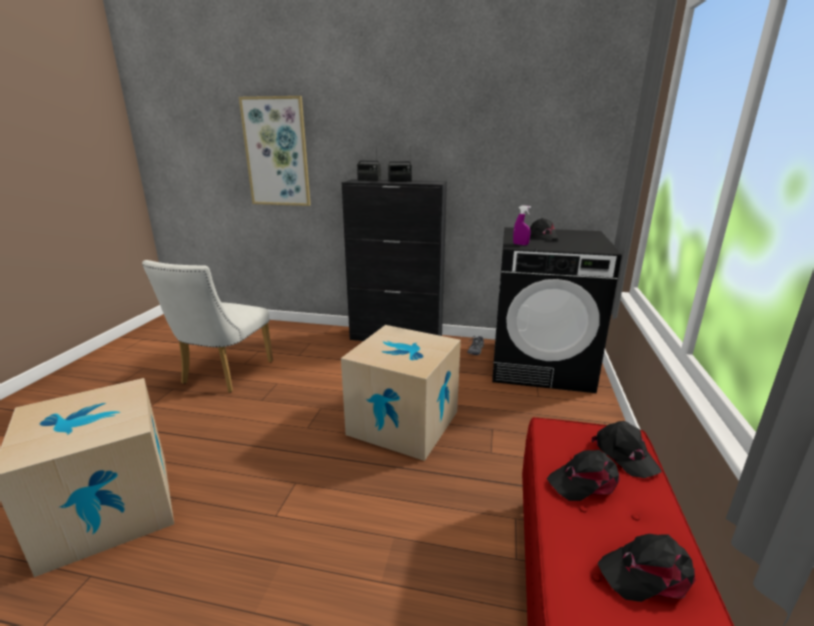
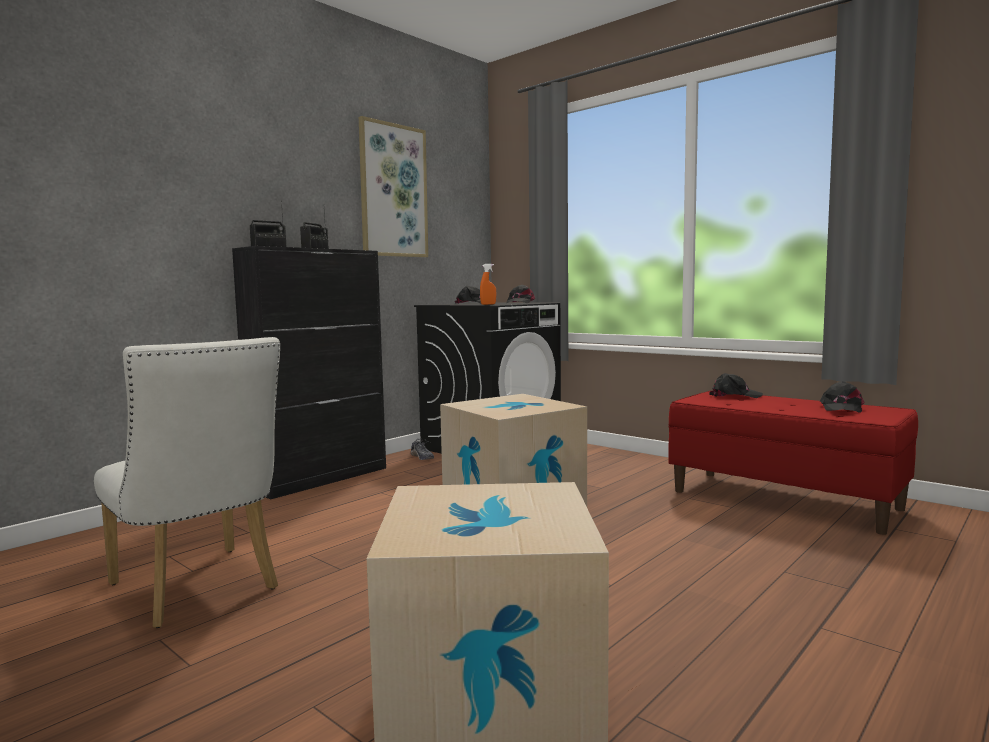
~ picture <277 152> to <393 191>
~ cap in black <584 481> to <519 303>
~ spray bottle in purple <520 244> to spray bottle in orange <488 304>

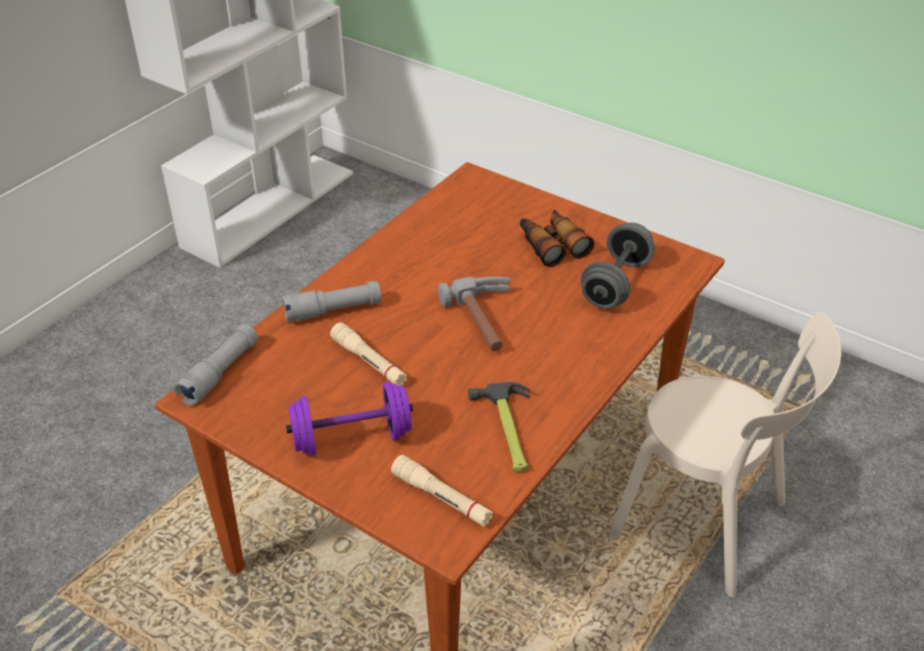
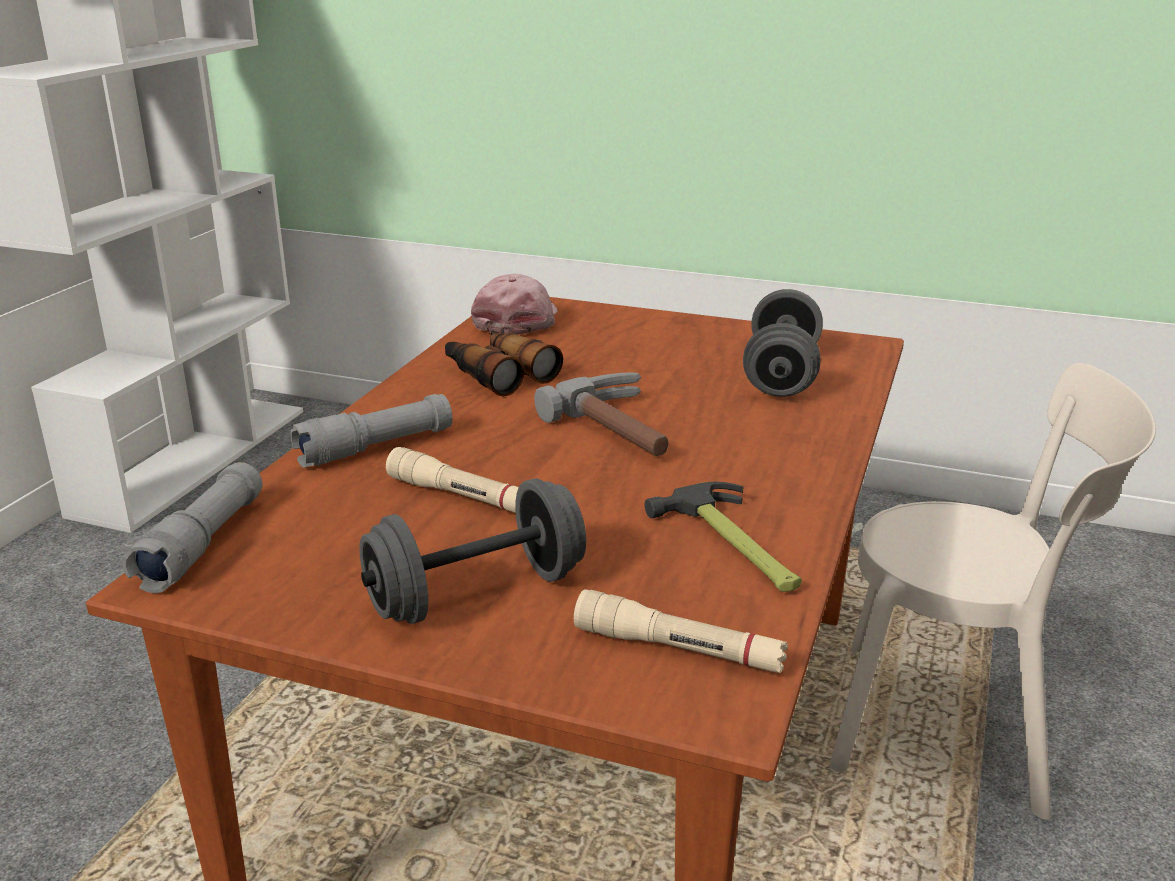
+ cap in pink <517 320>
~ binoculars <552 245> to <498 374>
~ dumbbell in purple <352 438> to dumbbell in grey <476 593>

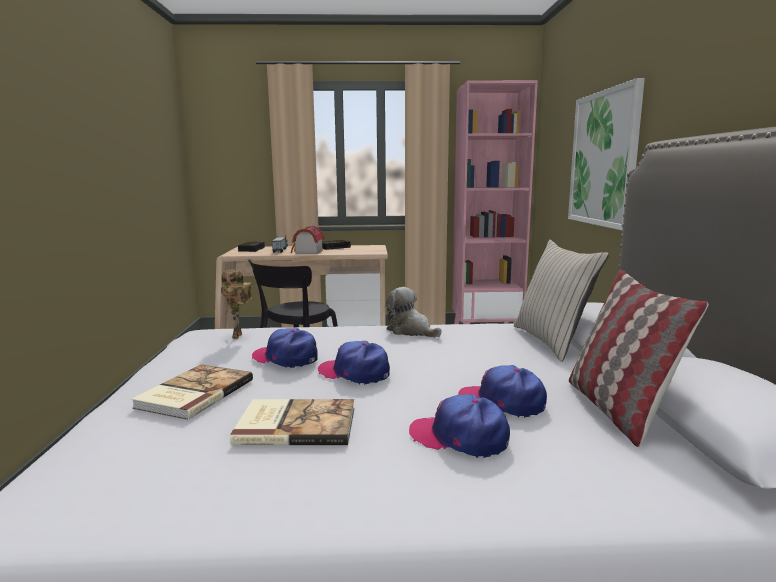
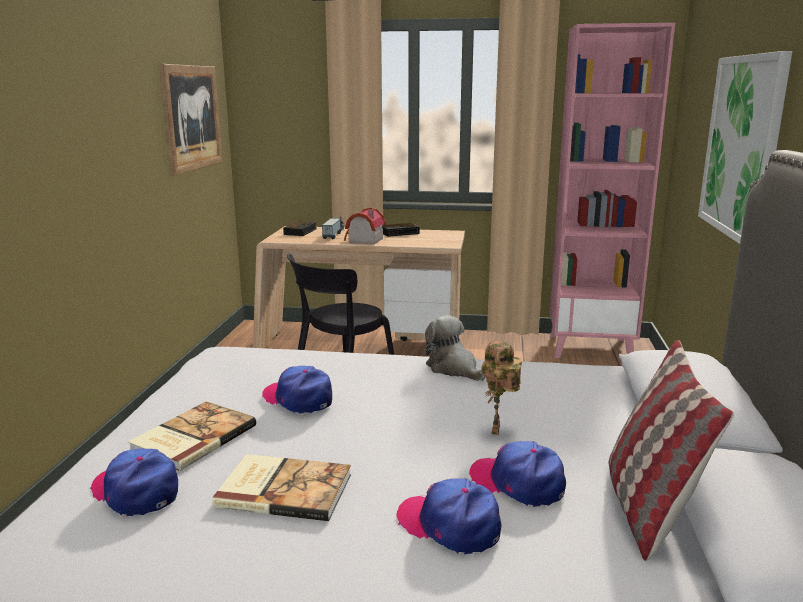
- pillow in beige <552 342>
+ picture <191 118>
~ toy robot <238 336> to <498 430>
~ cap <355 372> to <136 491>

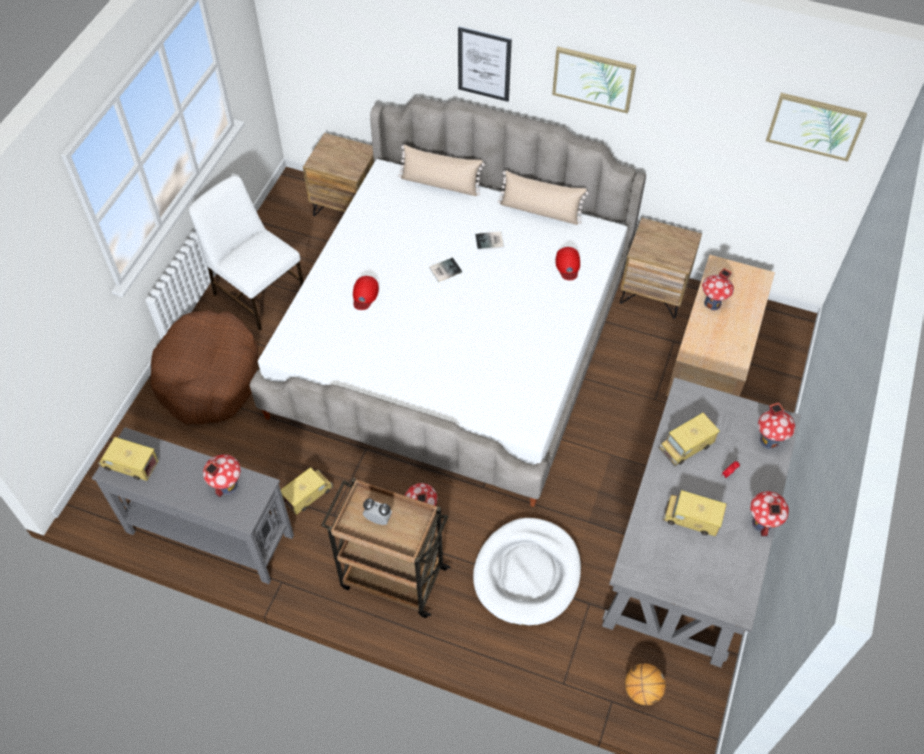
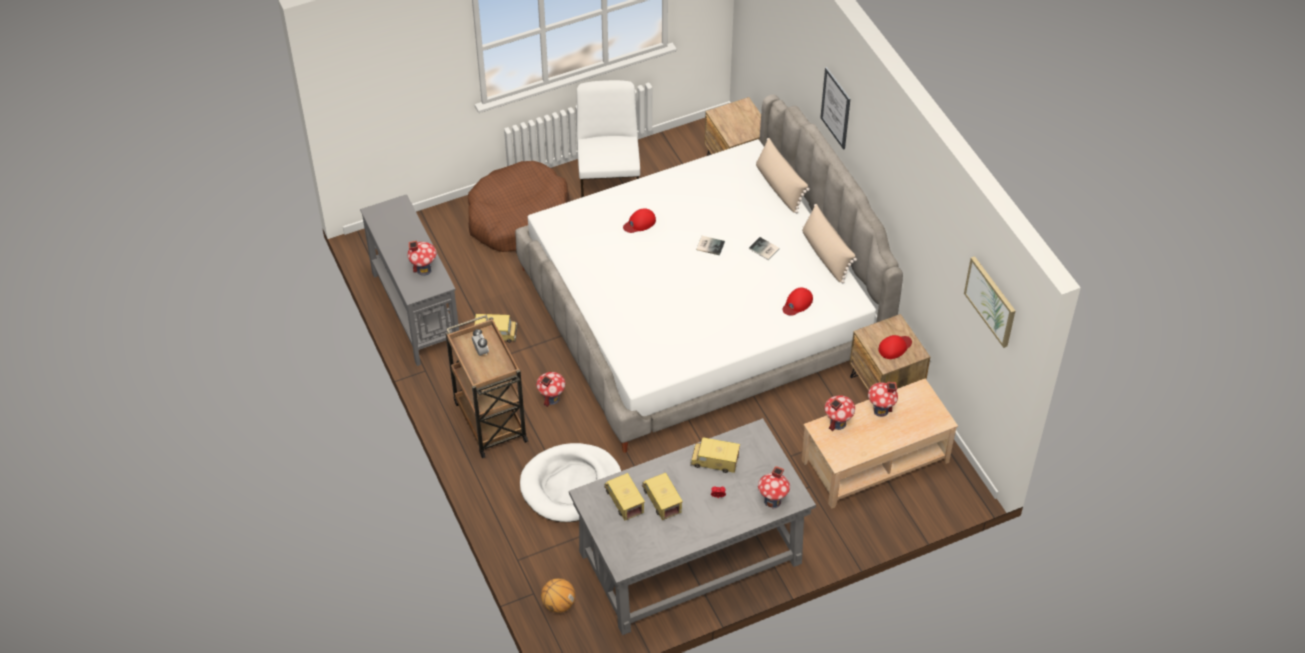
- picture <593 79>
+ cap in red <894 347>
~ toy truck <130 465> to <624 500>
~ toy house <762 523> to <838 423>

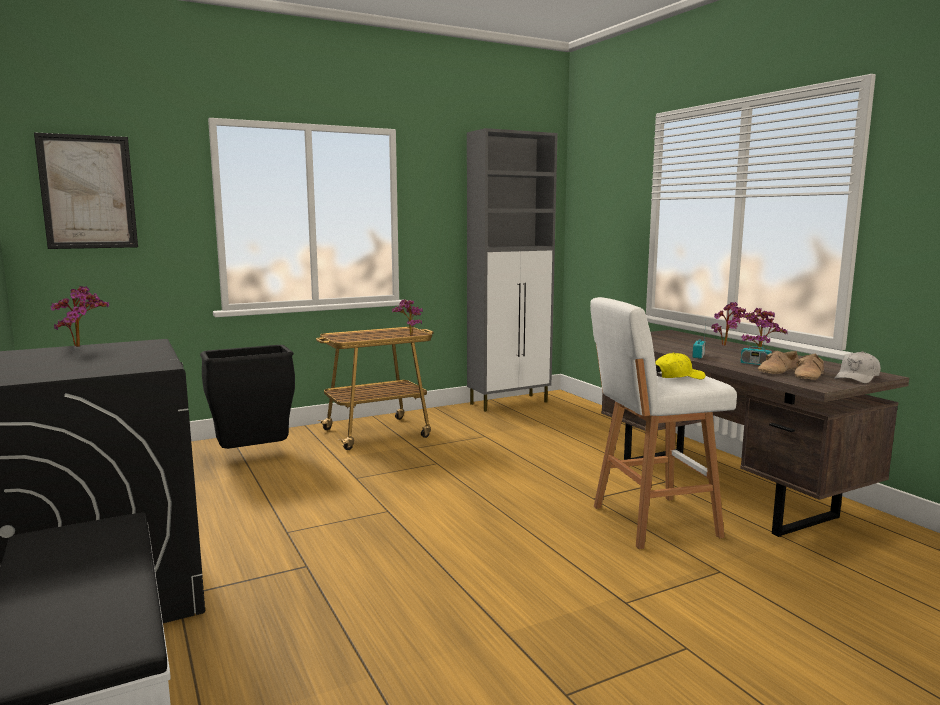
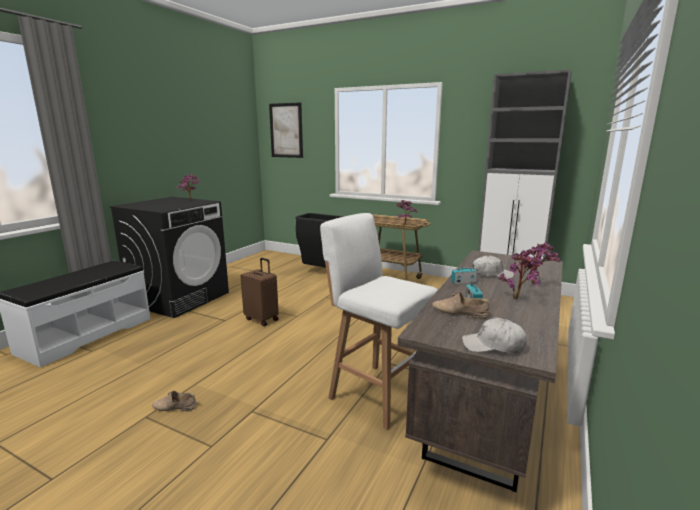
- cap in yellow <678 376>
+ suitcase in brown <262 319>
+ cap in white <491 274>
~ shoe in beige <810 376> to <174 407>

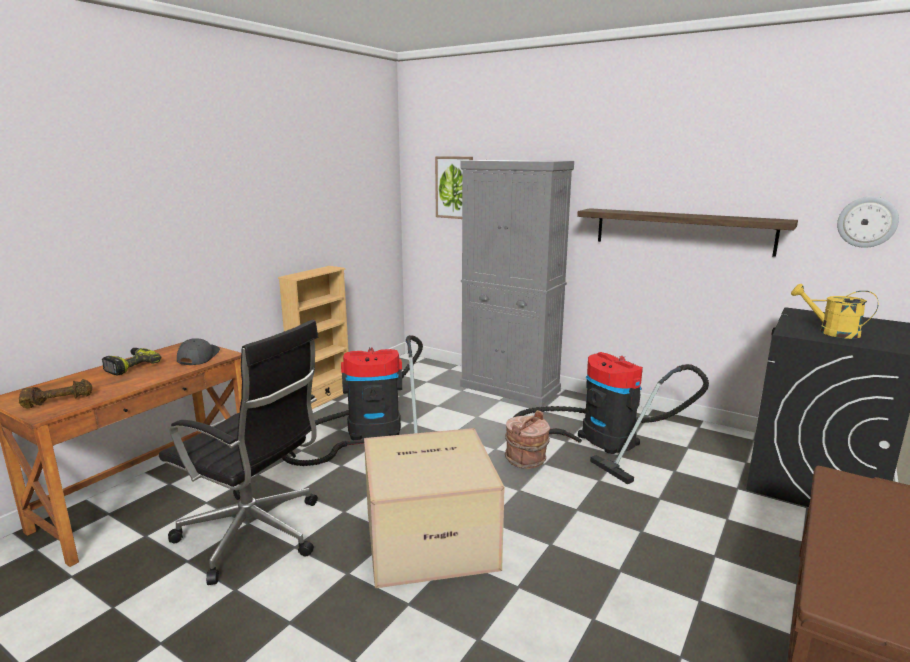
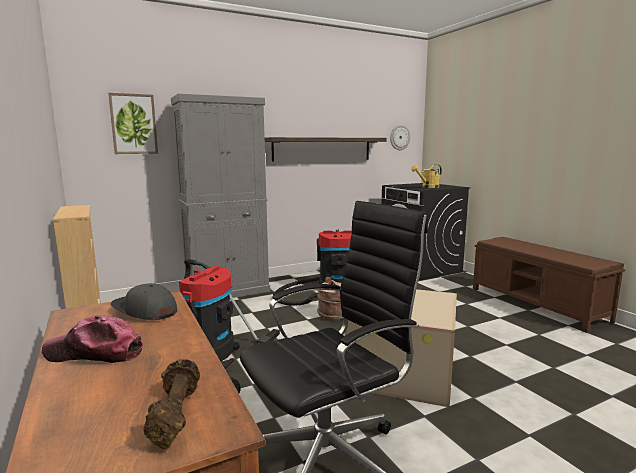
~ power drill <130 366> to cap <95 353>

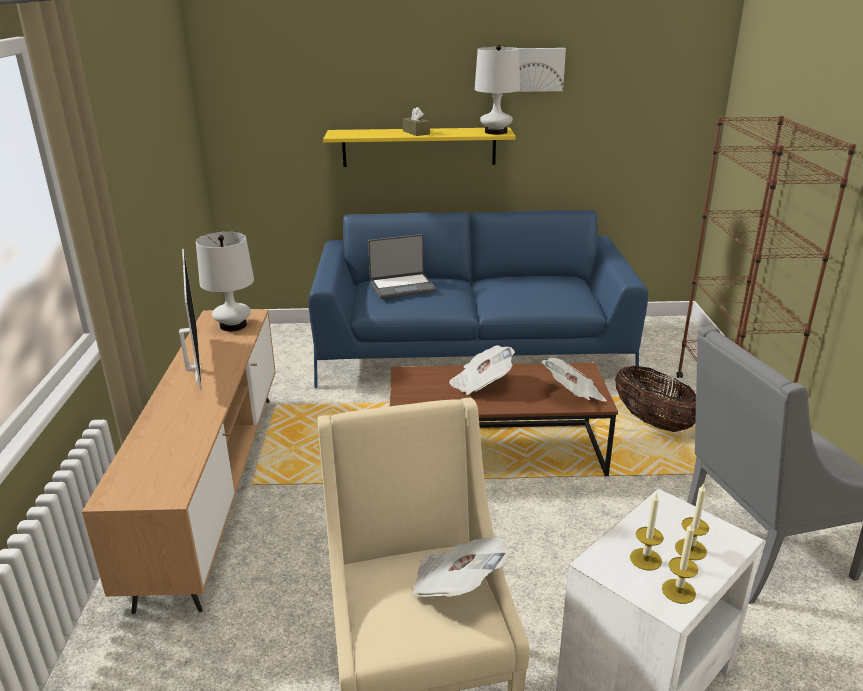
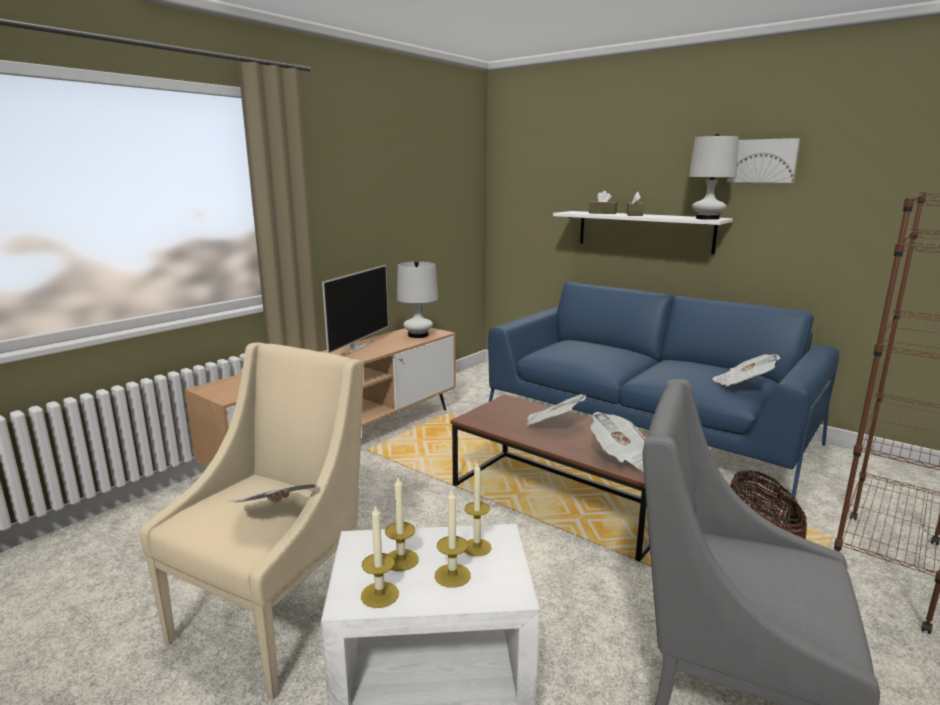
- laptop <402 287>
+ candle <476 547>
+ tissue box in brown <602 213>
+ newspaper <742 384>
~ shelf in yellow <419 147> to shelf in white <644 231>

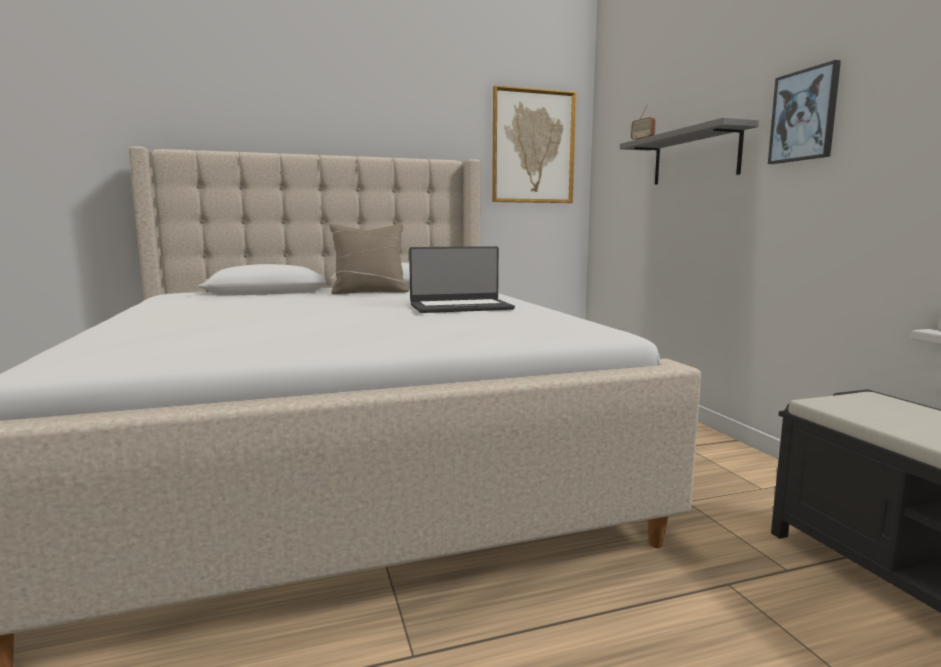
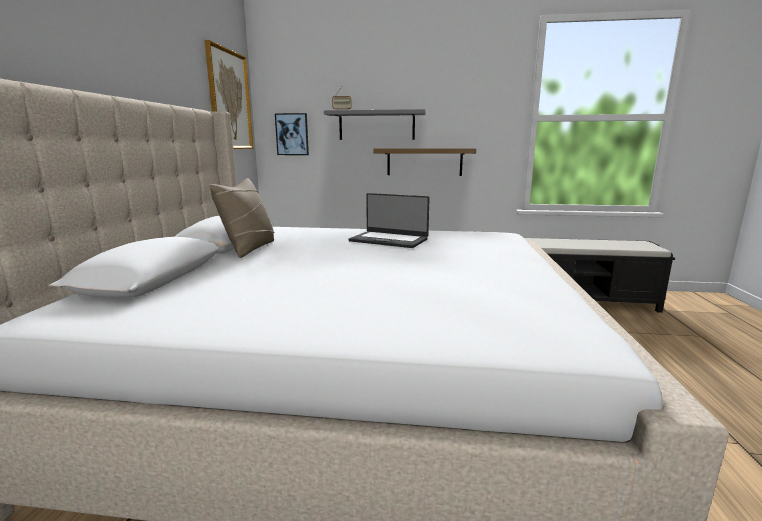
+ shelf <424 162>
~ picture <804 115> to <292 134>
~ laptop <460 307> = <389 240> 105 degrees clockwise

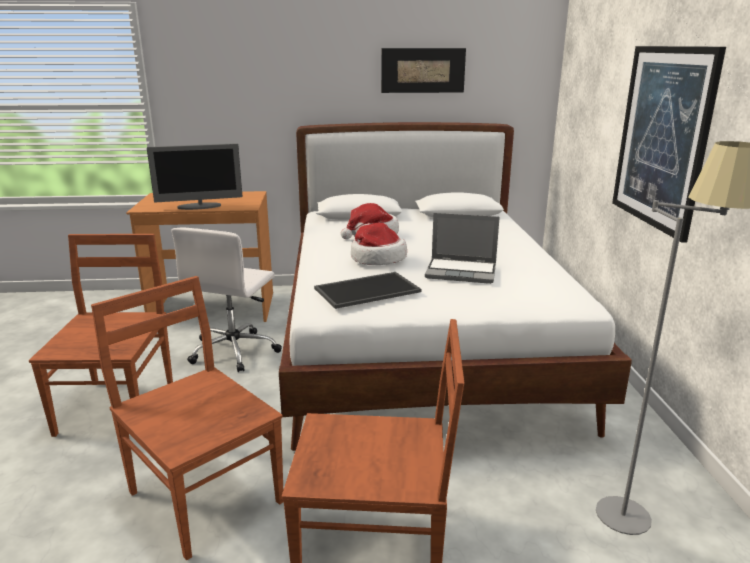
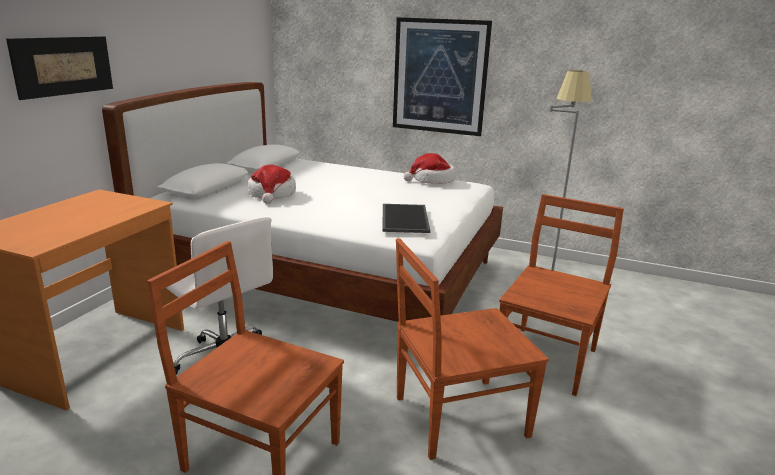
- monitor <199 206>
- laptop <462 272>
~ hat <377 258> to <432 180>
~ picture <423 70> to <64 66>

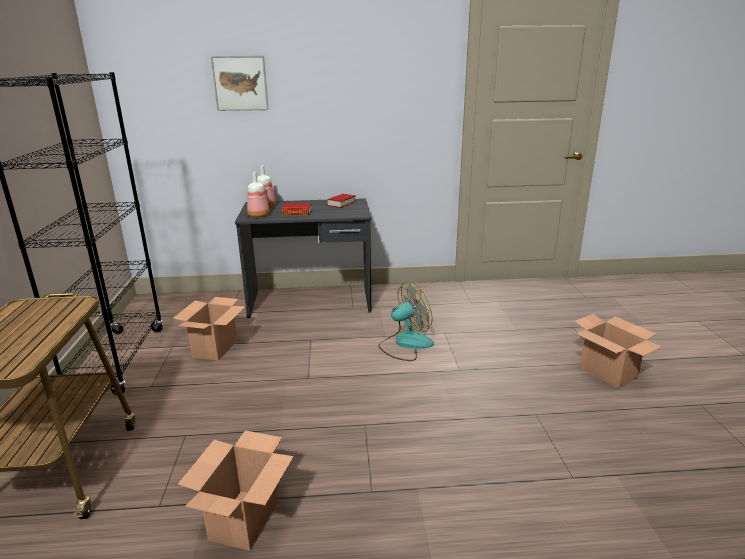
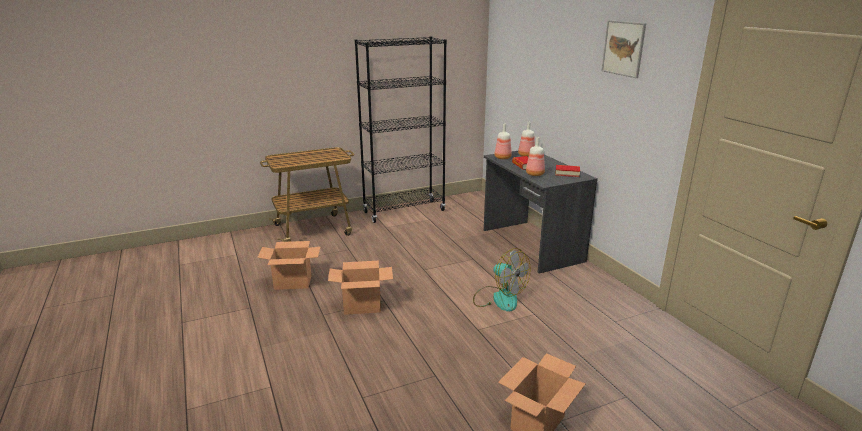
+ bottle <535 174>
~ cardboard box <215 348> to <363 306>
~ picture <240 83> to <623 48>

